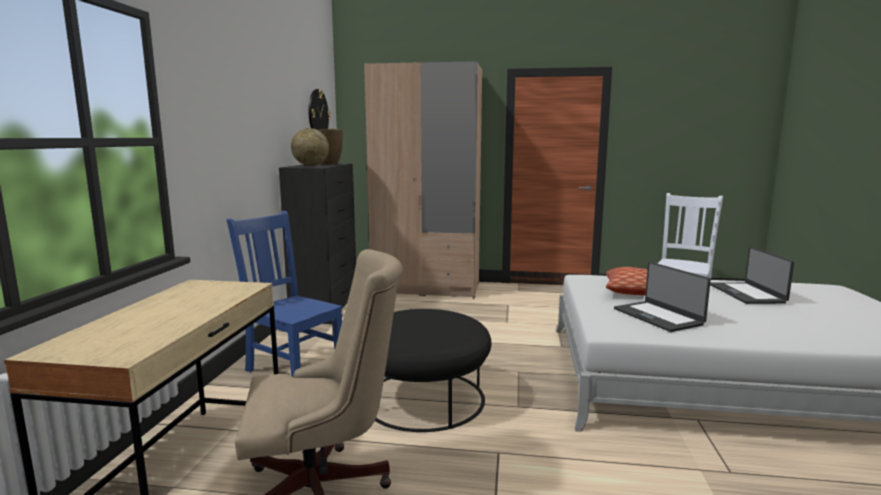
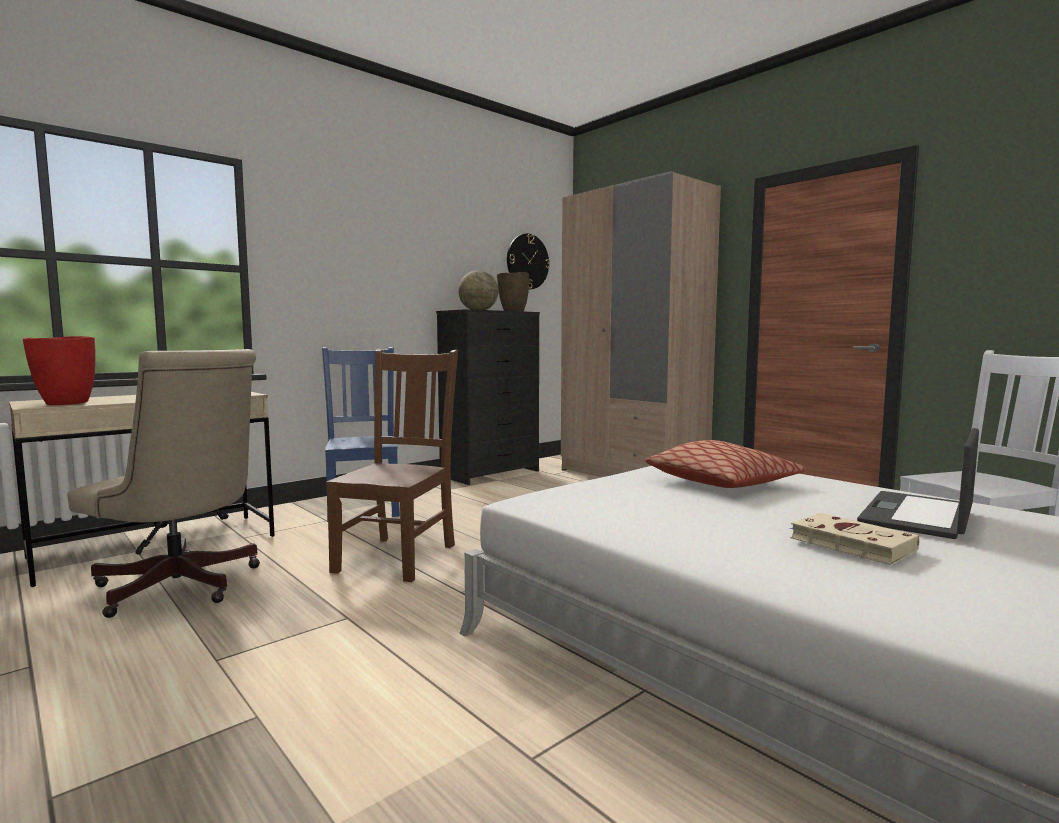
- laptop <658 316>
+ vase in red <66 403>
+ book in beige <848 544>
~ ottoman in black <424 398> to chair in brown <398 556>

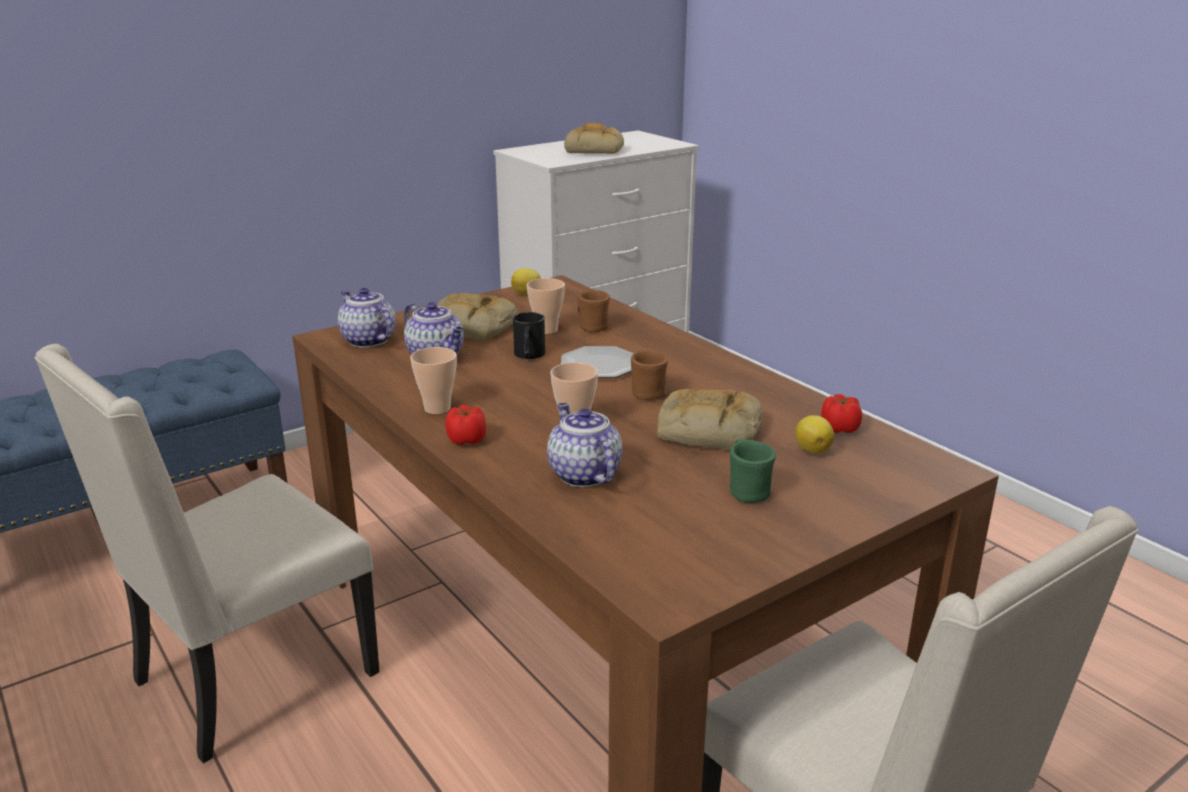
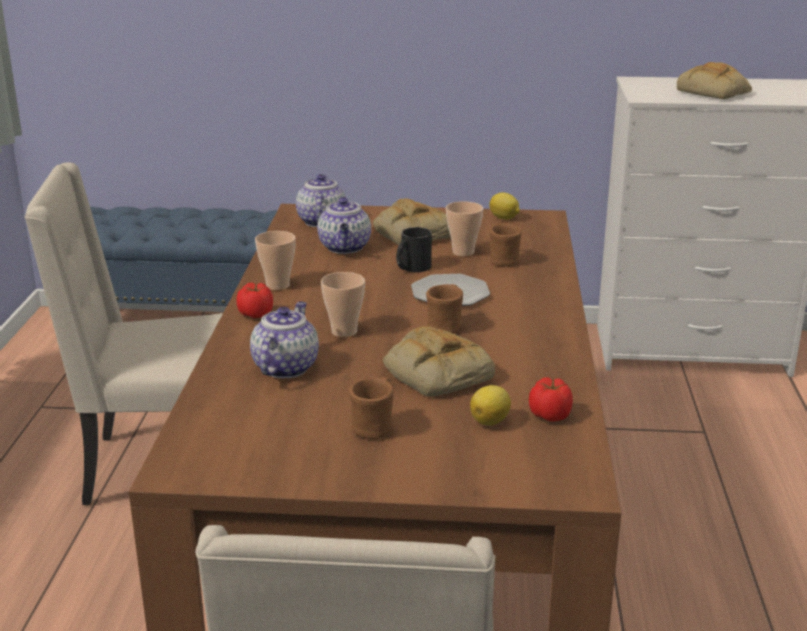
~ mug in green <746 490> to mug in brown <375 427>

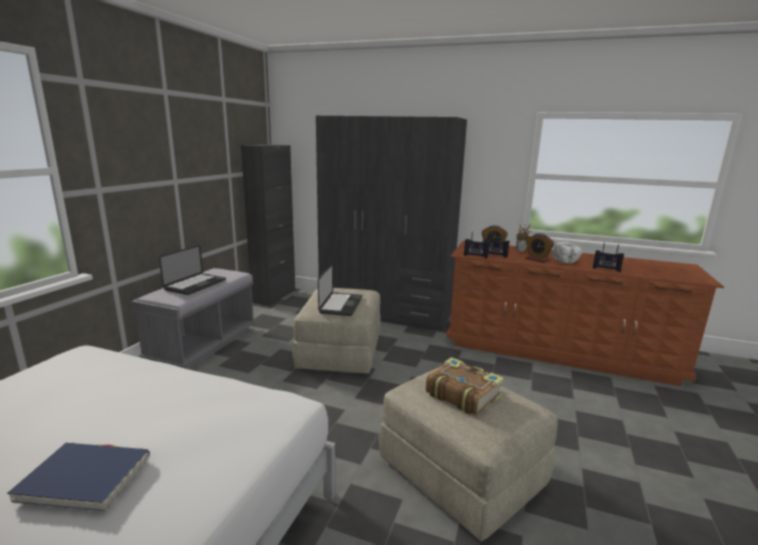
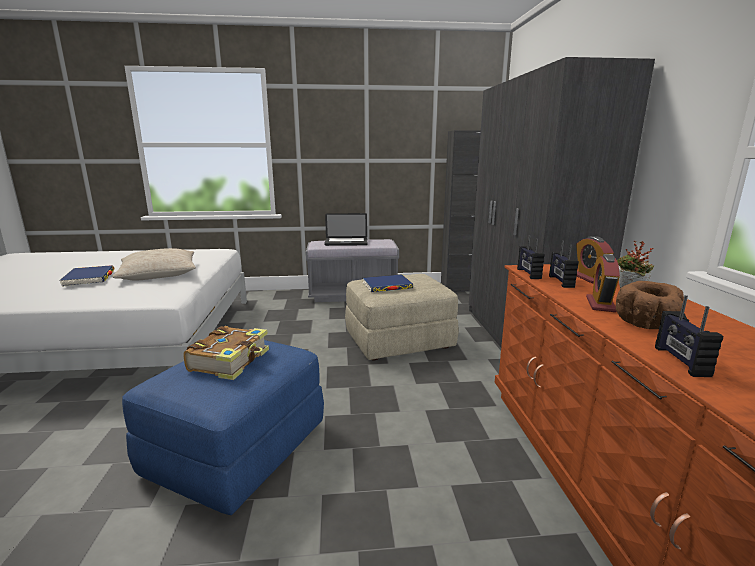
+ pillow in beige <159 274>
~ laptop <341 305> to book in blue <387 286>
~ ottoman in beige <462 473> to ottoman in blue <237 450>
~ bowl in white <565 261> to bowl in brown <646 324>

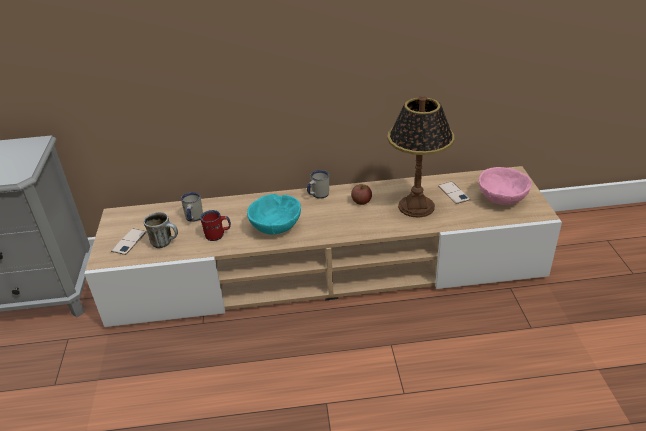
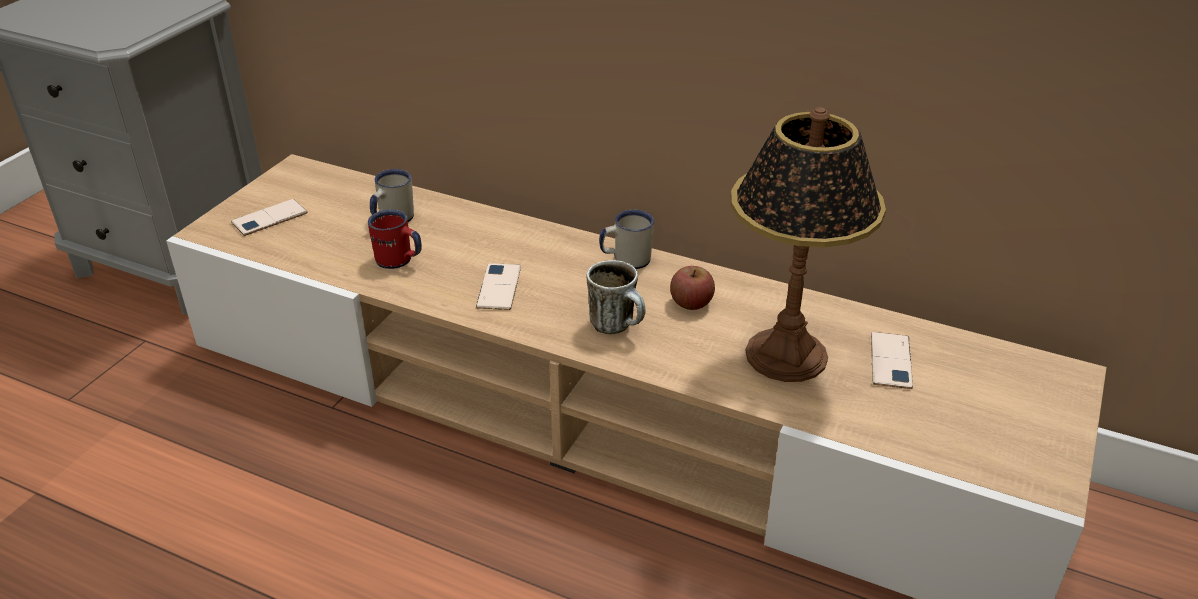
- bowl in pink <502 200>
~ mug <165 242> to <618 327>
~ bowl in turquoise <276 227> to phone <499 287>

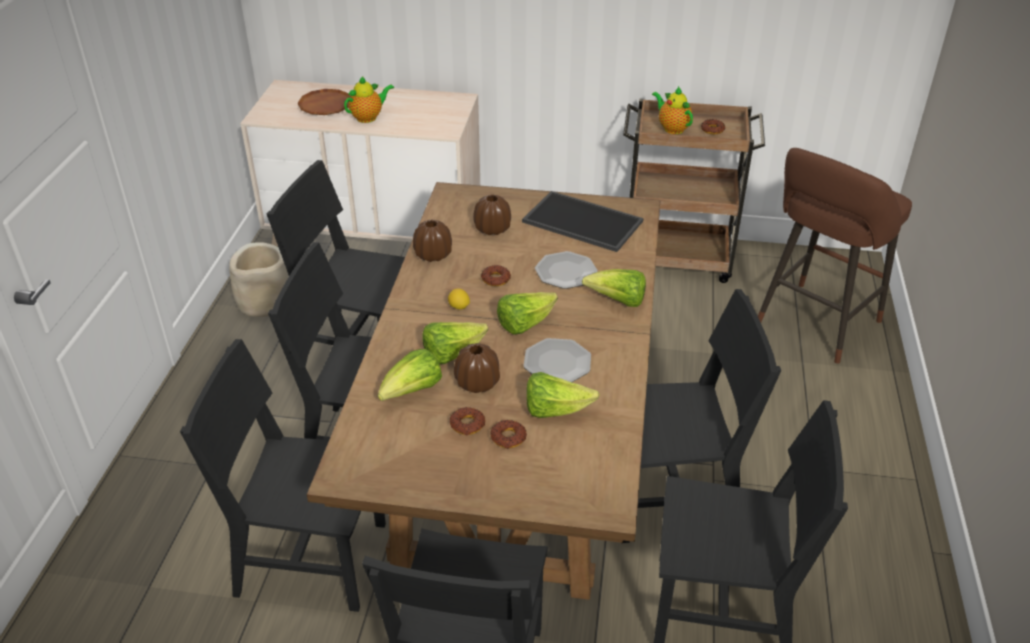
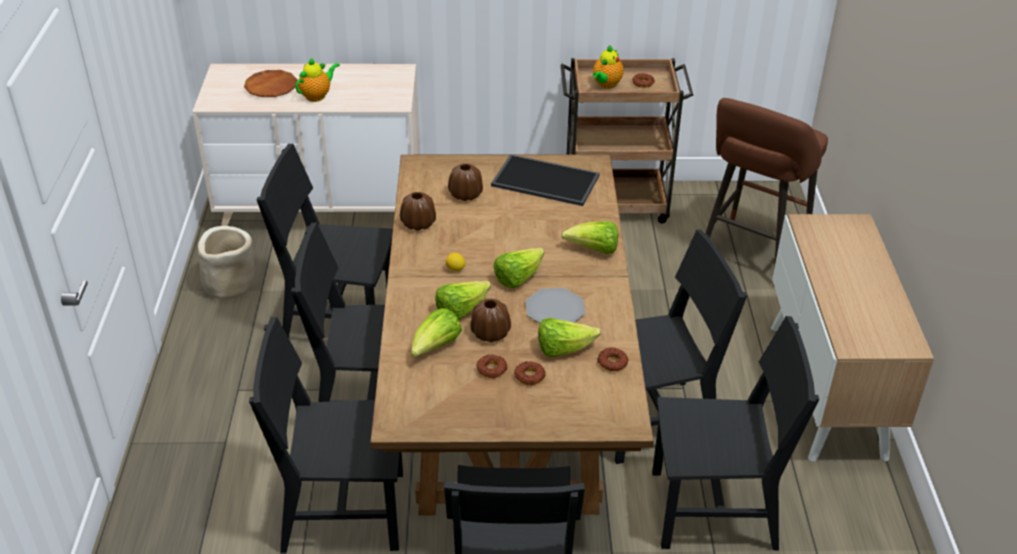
- plate <565 272>
+ cabinet <828 389>
~ donut <495 279> to <612 363>
~ teapot <672 128> = <606 84> 105 degrees counterclockwise

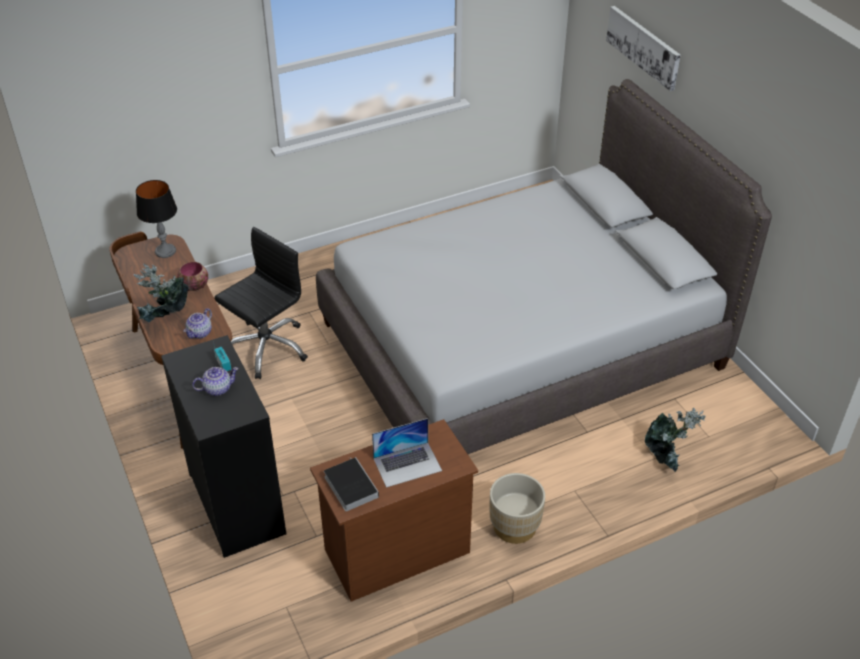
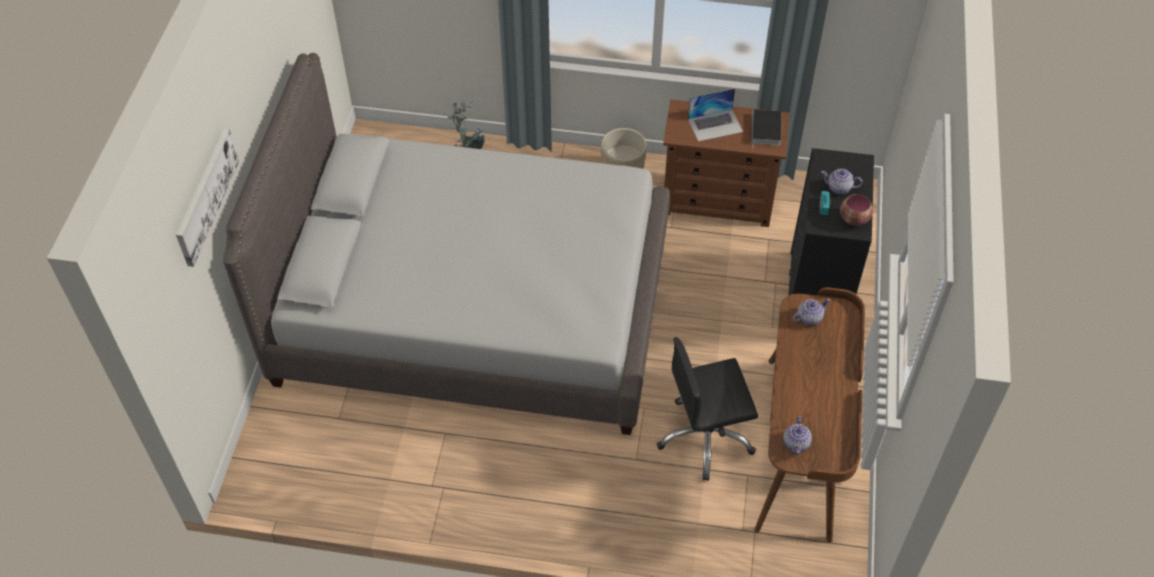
- potted plant <166 319>
~ bowl <194 286> to <854 220>
~ table lamp <165 251> to teapot <796 443>
~ laptop <407 464> = <715 125> 150 degrees clockwise

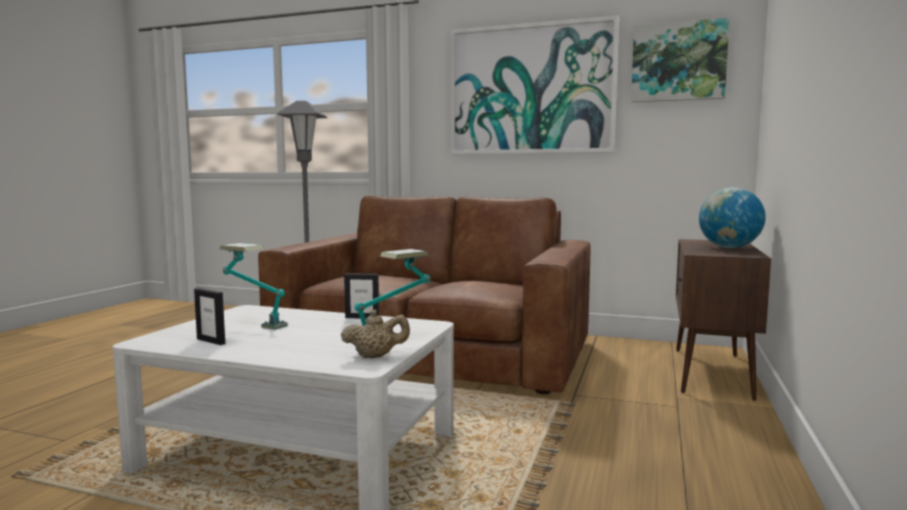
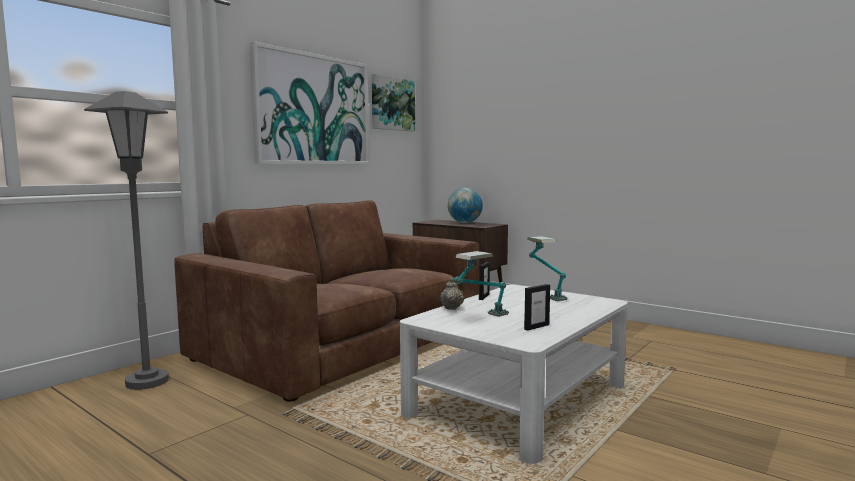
~ teapot in beige <376 356> to <452 308>

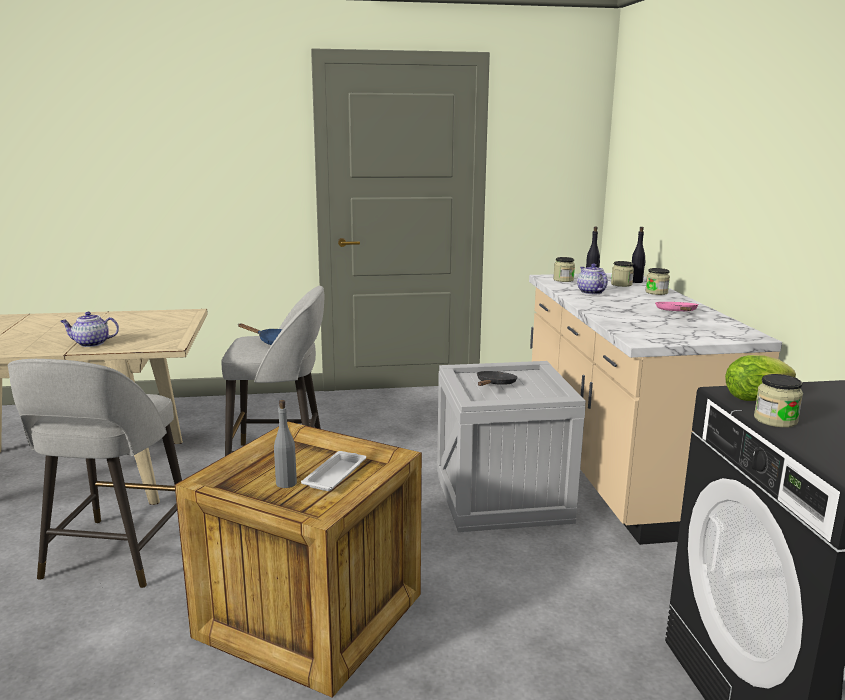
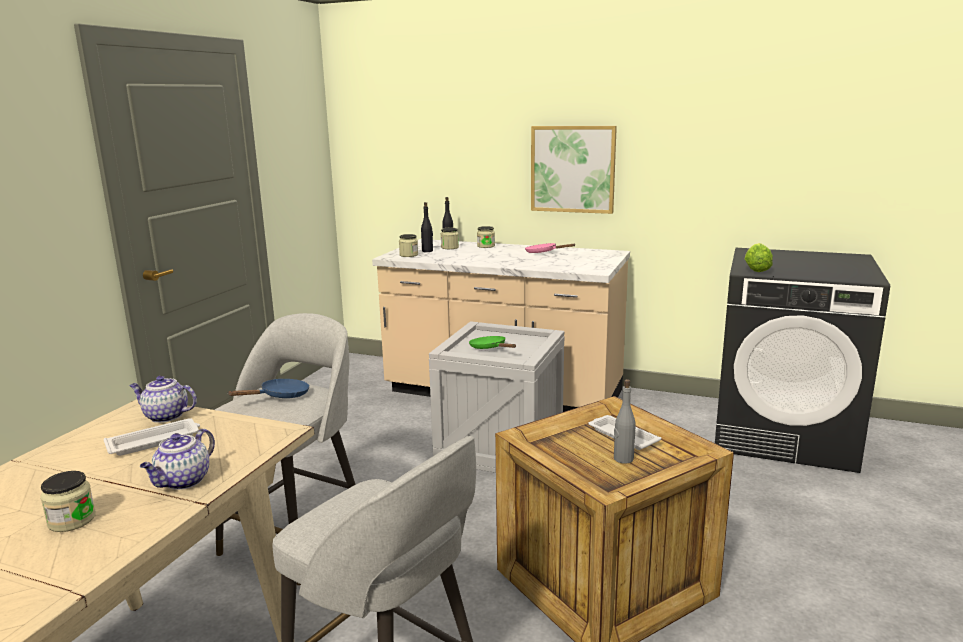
+ tray in white <155 441>
+ picture <573 169>
~ teapot <590 292> to <165 416>
~ jar <775 420> to <72 520>
~ frying pan in black <495 384> to frying pan in green <490 348>

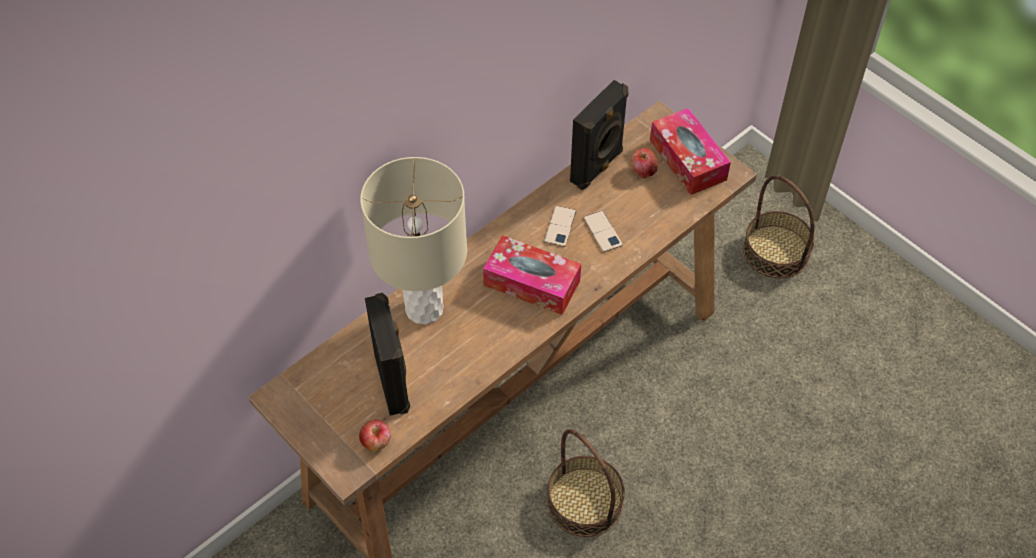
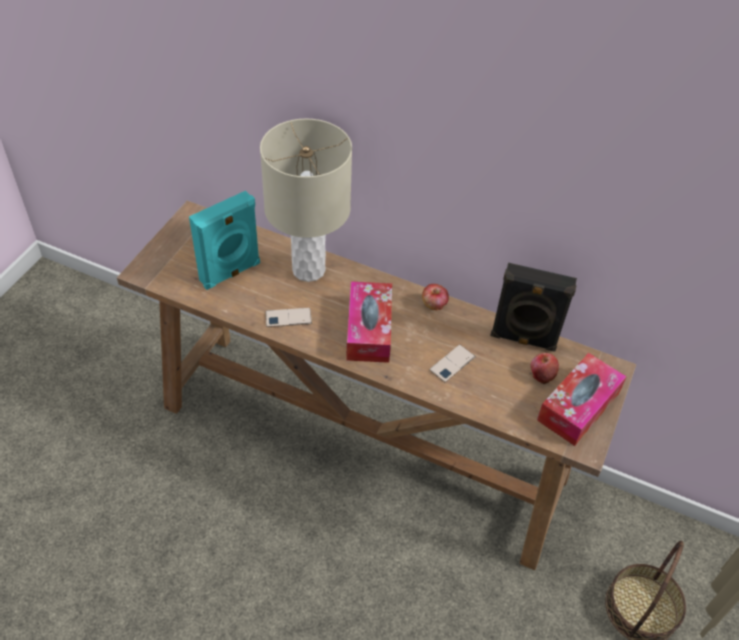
- basket <585 501>
~ apple <376 442> to <434 304>
~ phone <560 226> to <288 318>
~ speaker in black <393 382> to speaker in turquoise <231 273>

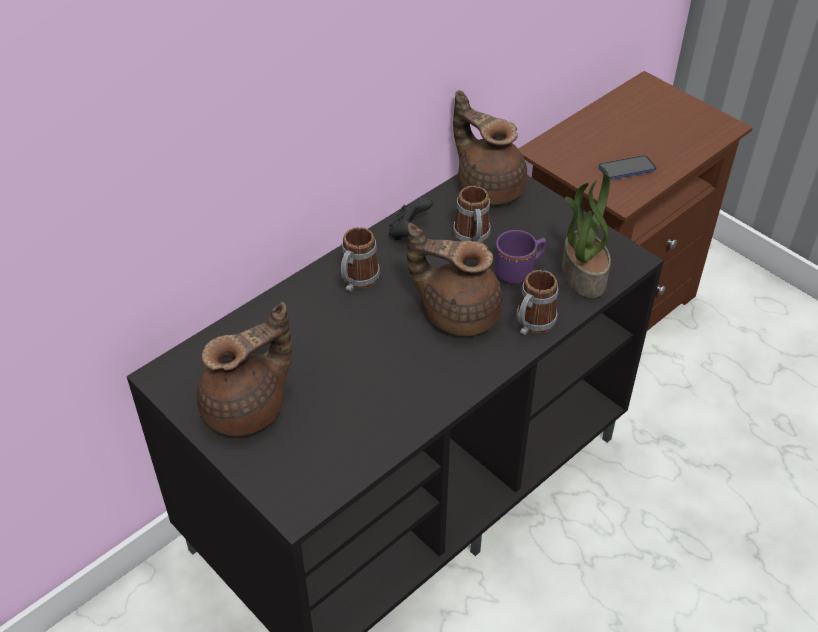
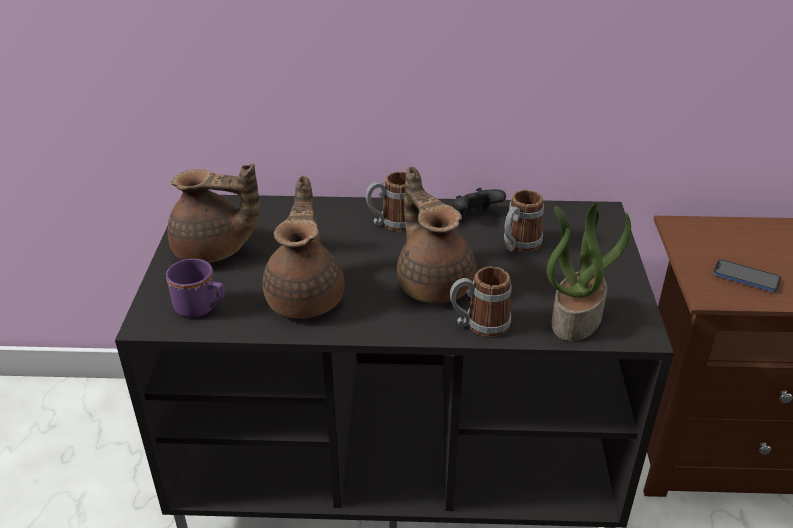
~ teapot in brown <489 186> to <306 297>
~ mug in purple <519 271> to <201 308>

